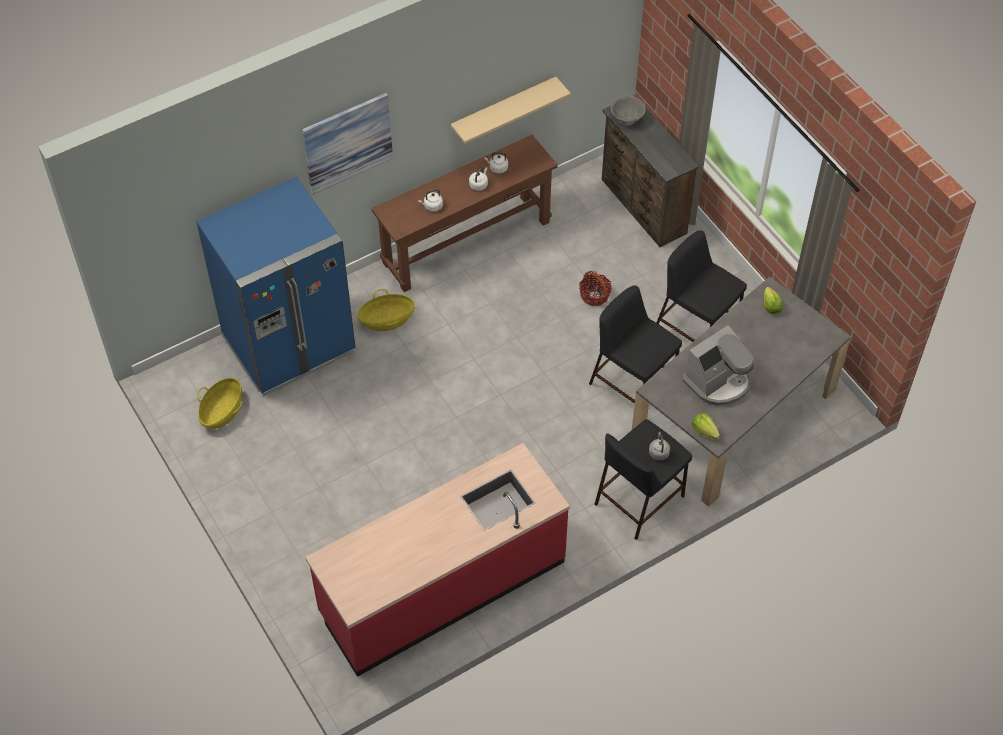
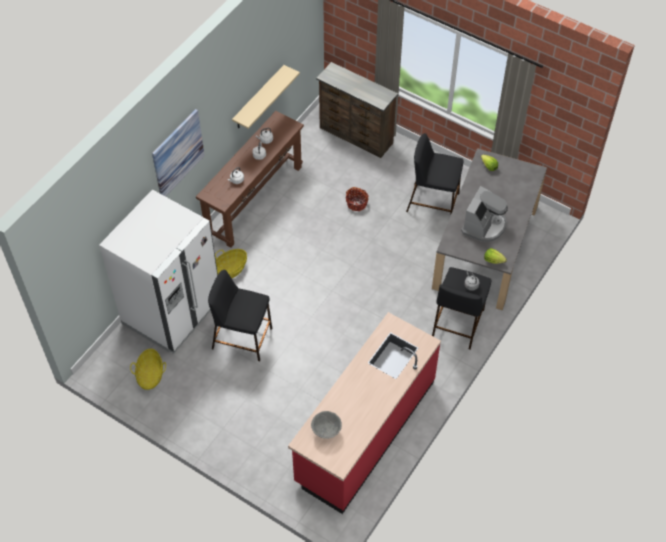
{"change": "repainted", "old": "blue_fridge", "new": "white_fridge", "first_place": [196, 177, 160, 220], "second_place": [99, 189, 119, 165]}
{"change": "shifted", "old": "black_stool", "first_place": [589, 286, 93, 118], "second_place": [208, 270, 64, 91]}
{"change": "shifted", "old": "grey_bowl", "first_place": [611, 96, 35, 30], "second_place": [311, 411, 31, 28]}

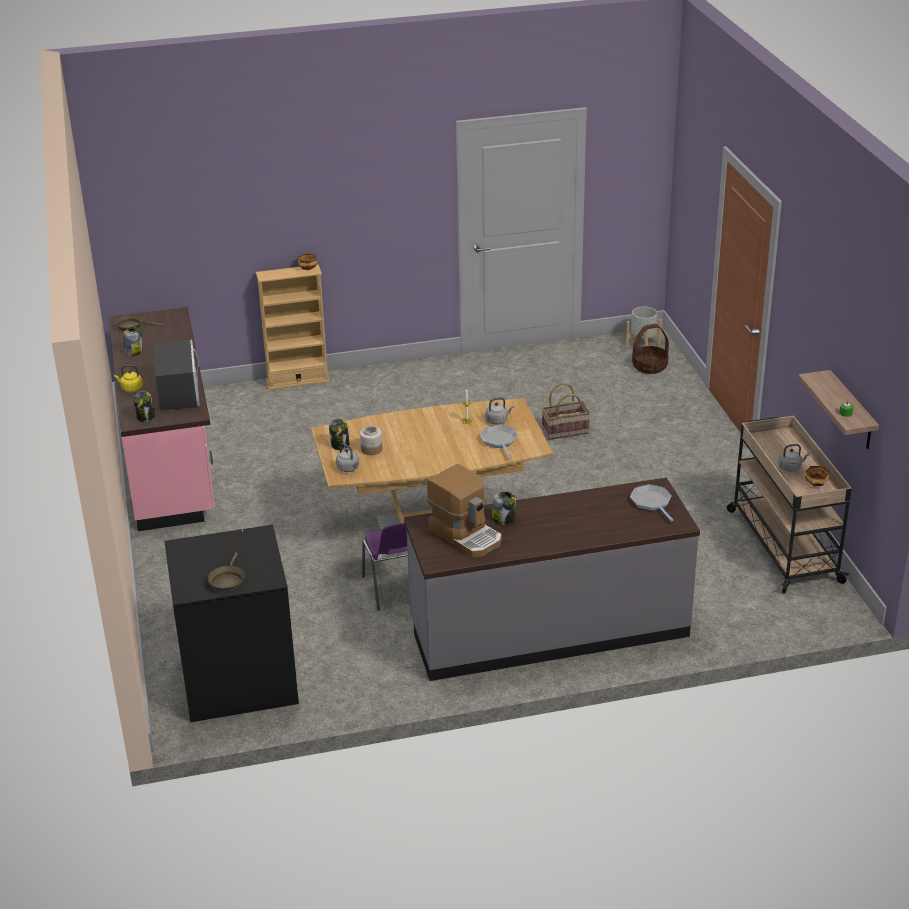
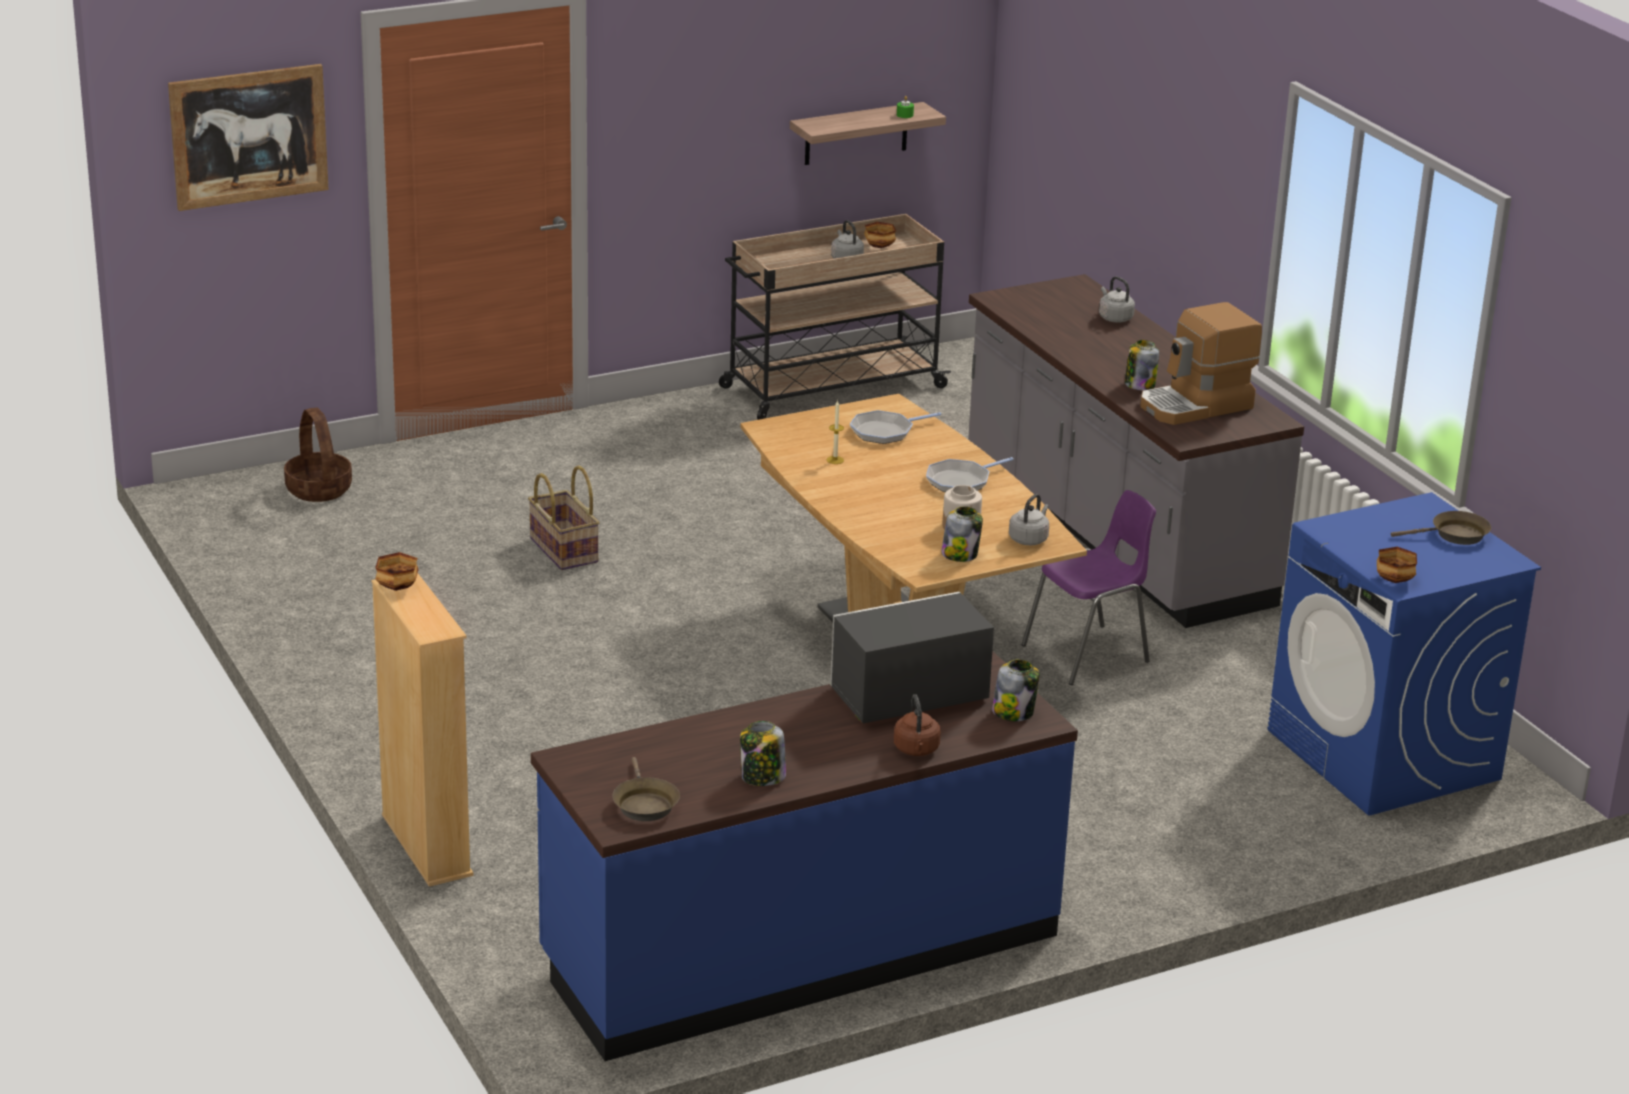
{"change": "repainted", "old": "pink_counter", "new": "blue_counter", "first_place": [109, 307, 106, 224], "second_place": [531, 651, 547, 410]}
{"change": "repainted", "old": "yellow_kettle", "new": "brown_kettle", "first_place": [114, 365, 29, 27], "second_place": [894, 694, 47, 62]}
{"change": "repainted", "old": "black_washing_machine", "new": "blue_washing_machine", "first_place": [164, 525, 135, 197], "second_place": [1268, 492, 273, 324]}
{"change": "rotated", "old": "coffee_machine", "first_place": [427, 464, 75, 93], "second_place": [1140, 302, 122, 123], "degrees": -150}
{"change": "shifted", "old": "grey_kettle", "first_place": [486, 397, 28, 28], "second_place": [1099, 276, 36, 47]}
{"change": "gone", "old": "grey_planter", "first_place": [626, 307, 36, 39]}
{"change": "shifted", "old": "frying_pan", "first_place": [630, 484, 44, 37], "second_place": [926, 457, 88, 35]}
{"change": "new", "new": "picture", "second_place": [168, 64, 161, 147]}
{"change": "new", "new": "bowl", "second_place": [1377, 547, 40, 36]}

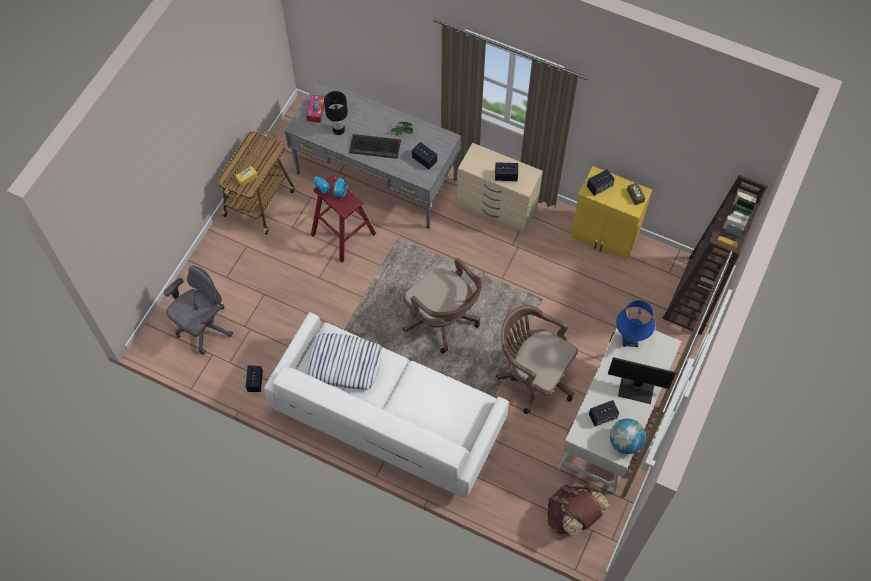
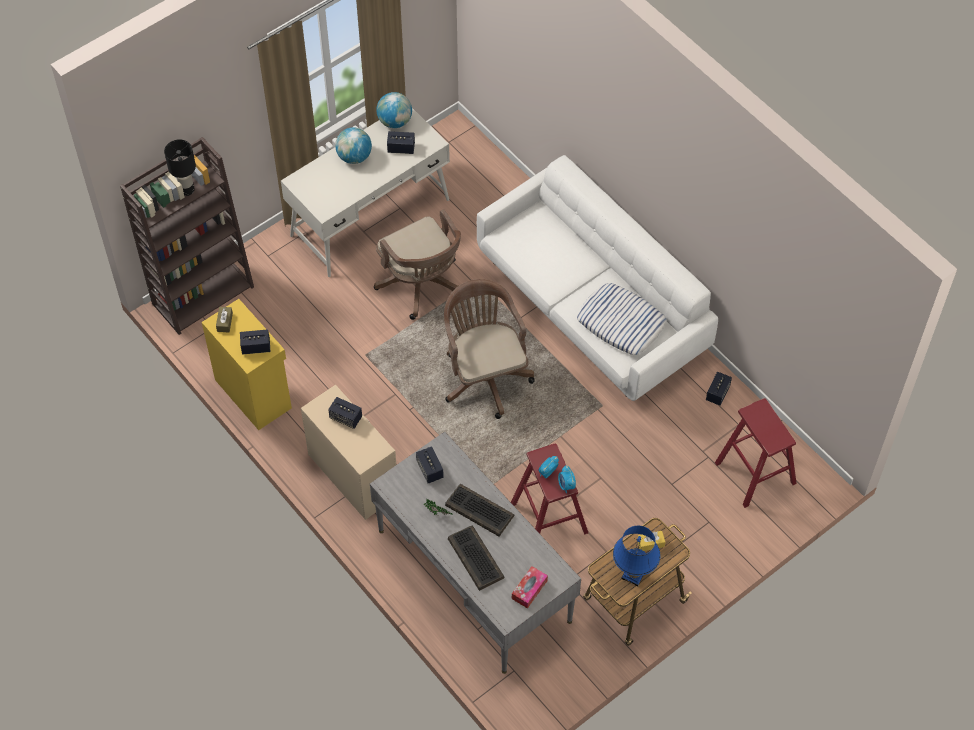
{"change": "swapped", "old": "grey_office_chair", "new": "red_stool", "first_place": [164, 266, 69, 88], "second_place": [715, 398, 82, 110]}
{"change": "shifted", "old": "black_table_lamp", "first_place": [324, 91, 24, 44], "second_place": [164, 139, 32, 57]}
{"change": "gone", "old": "brown_backpack", "first_place": [547, 485, 62, 51]}
{"change": "swapped", "old": "monitor", "new": "globe", "first_place": [608, 357, 68, 47], "second_place": [335, 127, 37, 37]}
{"change": "shifted", "old": "blue_table_lamp", "first_place": [616, 300, 39, 47], "second_place": [613, 526, 47, 61]}
{"change": "new", "new": "keyboard", "second_place": [448, 526, 57, 65]}

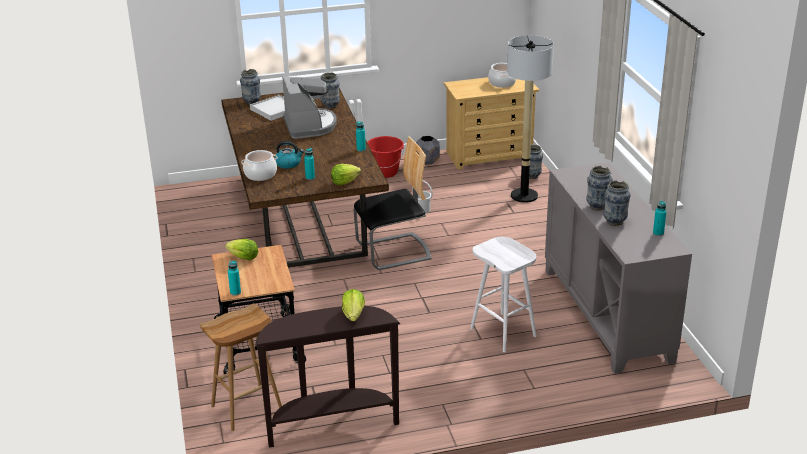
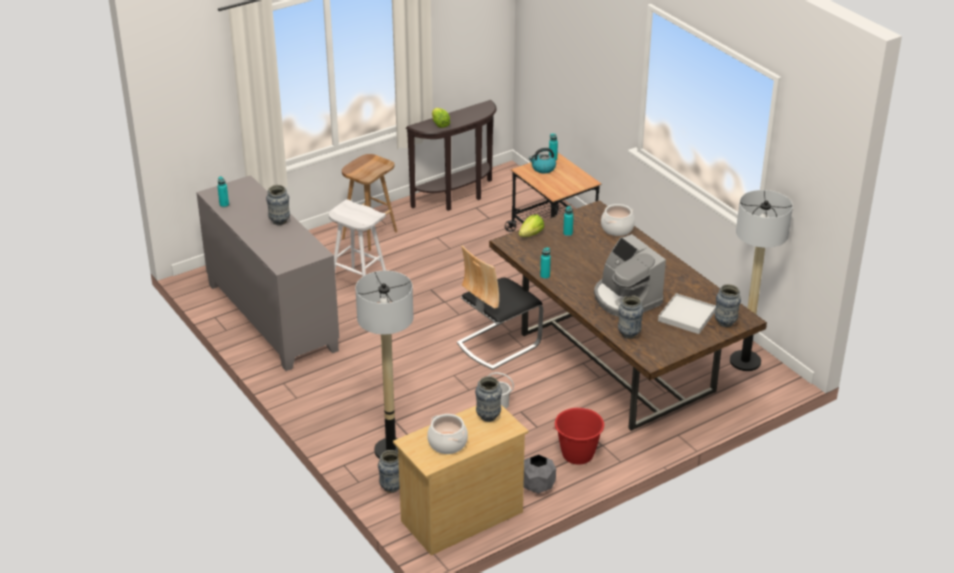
{"change": "shifted", "old": "brown_stool", "first_place": [200, 304, 82, 127], "second_place": [342, 154, 55, 97]}
{"change": "gone", "old": "lettuce", "first_place": [225, 239, 34, 21]}
{"change": "shifted", "old": "kettle", "first_place": [275, 141, 29, 28], "second_place": [529, 148, 27, 25]}
{"change": "shifted", "old": "vase", "first_place": [603, 180, 27, 46], "second_place": [475, 376, 27, 46]}
{"change": "new", "new": "floor_lamp", "second_place": [730, 190, 63, 181]}

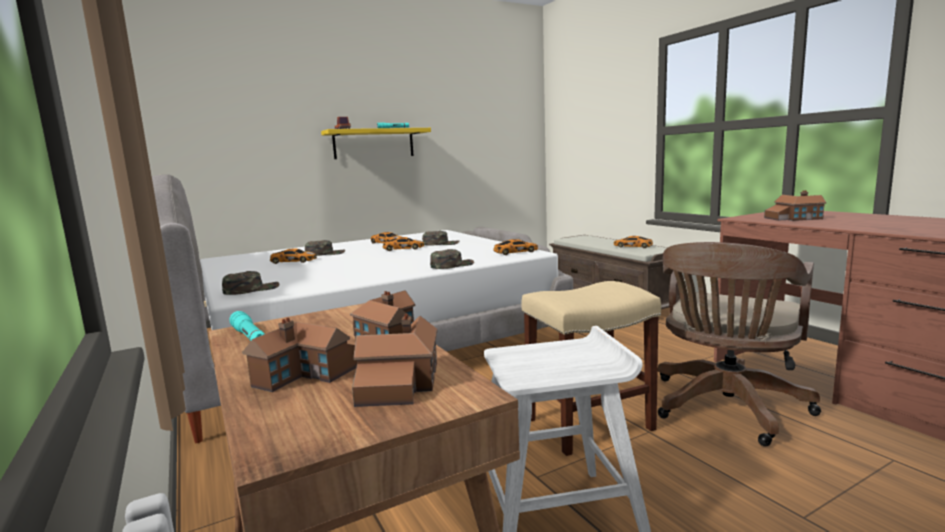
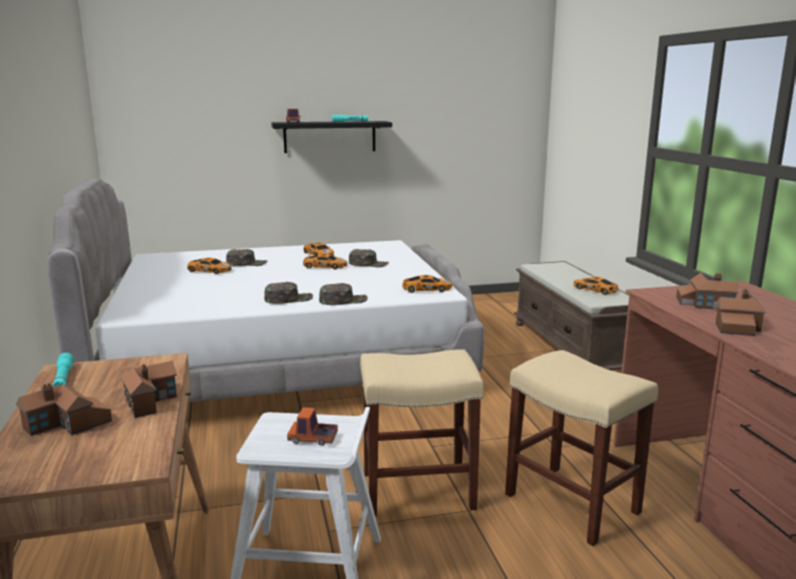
{"change": "shifted", "old": "green_cap", "first_place": [222, 271, 57, 24], "second_place": [264, 282, 49, 22]}
{"change": "repainted", "old": "yellow_shelf", "new": "black_shelf", "first_place": [321, 128, 110, 31], "second_place": [271, 121, 121, 32]}
{"change": "shifted", "old": "toy_house", "first_place": [352, 314, 85, 93], "second_place": [715, 289, 51, 47]}
{"change": "swapped", "old": "brown_office_chair", "new": "beige_stool", "first_place": [658, 242, 163, 204], "second_place": [505, 350, 153, 196]}
{"change": "new", "new": "toy_truck", "second_place": [287, 407, 51, 39]}

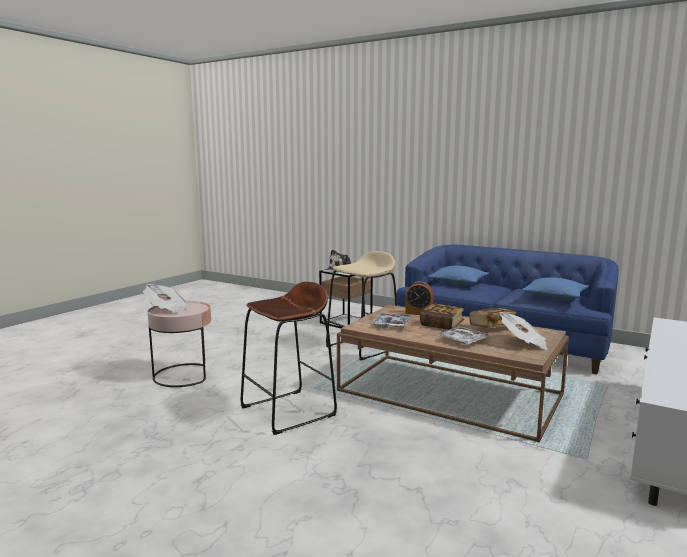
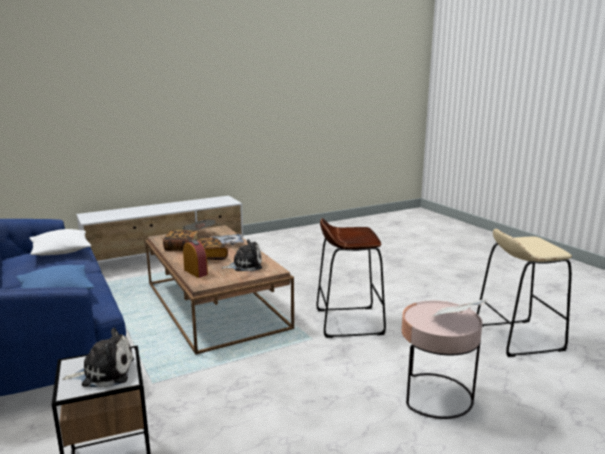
{"change": "shifted", "old": "beige_stool", "first_place": [326, 251, 71, 109], "second_place": [477, 229, 95, 128]}
{"change": "swapped", "old": "tray", "new": "plush_toy", "first_place": [371, 313, 42, 15], "second_place": [222, 239, 40, 32]}
{"change": "repainted", "old": "blue_pillow", "new": "white_pillow", "first_place": [522, 277, 67, 24], "second_place": [29, 229, 62, 26]}

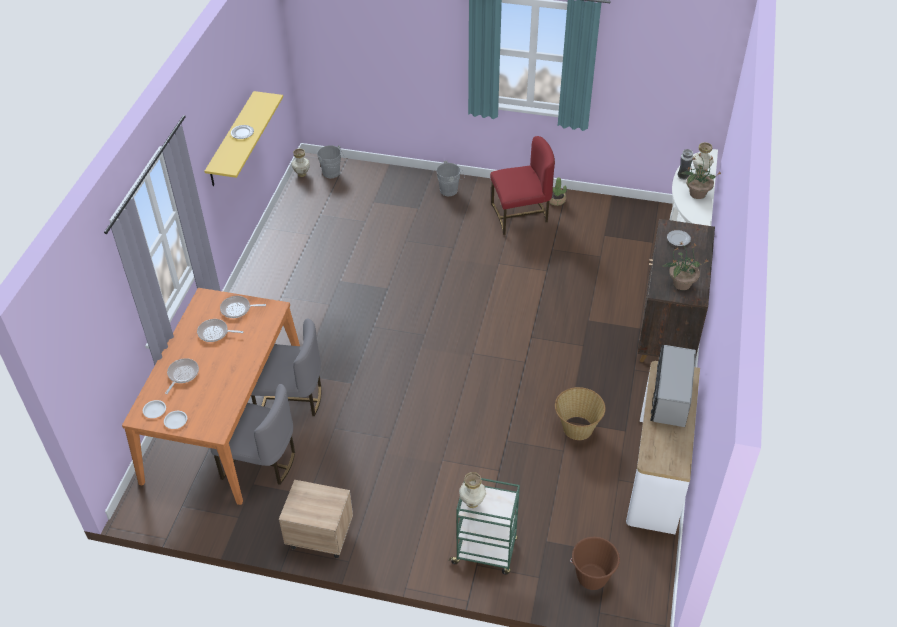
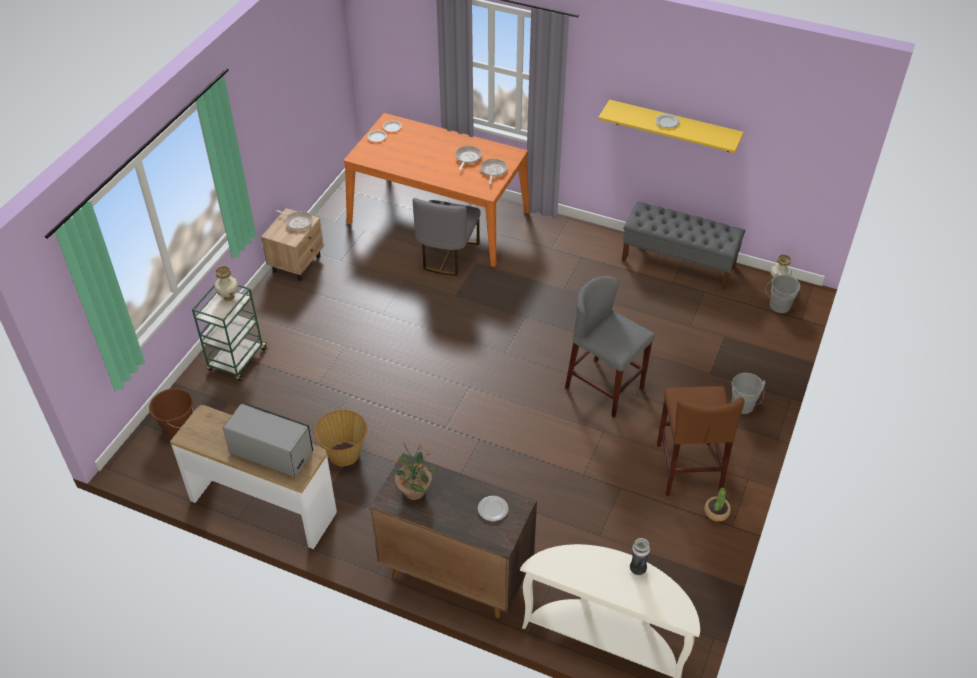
{"change": "shifted", "old": "frying_pan", "first_place": [165, 358, 34, 36], "second_place": [276, 210, 37, 20]}
{"change": "gone", "old": "grey_chair", "first_place": [210, 384, 85, 101]}
{"change": "swapped", "old": "red_chair", "new": "brown_stool", "first_place": [490, 136, 65, 99], "second_place": [657, 386, 87, 110]}
{"change": "gone", "old": "potted_plant", "first_place": [680, 152, 41, 47]}
{"change": "gone", "old": "vase", "first_place": [693, 142, 20, 32]}
{"change": "new", "new": "grey_stool", "second_place": [565, 276, 90, 141]}
{"change": "new", "new": "grey_bench", "second_place": [622, 201, 123, 89]}

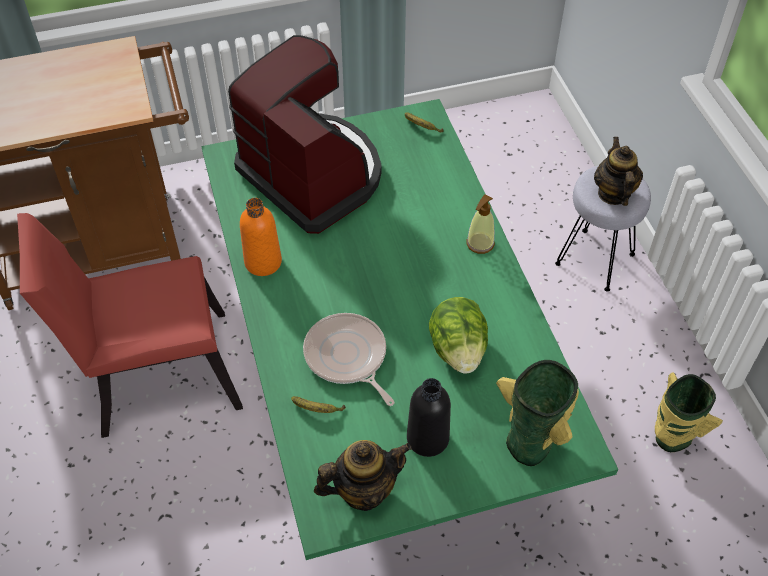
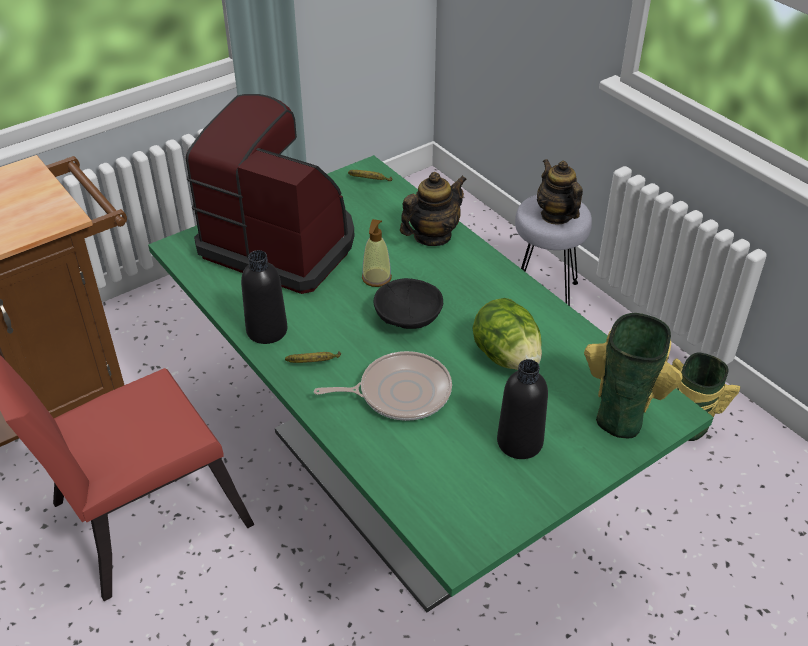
{"change": "repainted", "old": "orange_bottle", "new": "black_bottle", "first_place": [240, 198, 42, 78], "second_place": [241, 250, 46, 94]}
{"change": "shifted", "old": "banana", "first_place": [291, 396, 55, 17], "second_place": [285, 352, 56, 11]}
{"change": "rotated", "old": "frying_pan", "first_place": [303, 313, 91, 93], "second_place": [314, 351, 138, 70], "degrees": 135}
{"change": "shifted", "old": "teapot", "first_place": [314, 440, 98, 71], "second_place": [400, 172, 67, 74]}
{"change": "shifted", "old": "soap_dispenser", "first_place": [466, 195, 29, 59], "second_place": [362, 219, 30, 68]}
{"change": "new", "new": "black_bowl", "second_place": [374, 278, 69, 51]}

